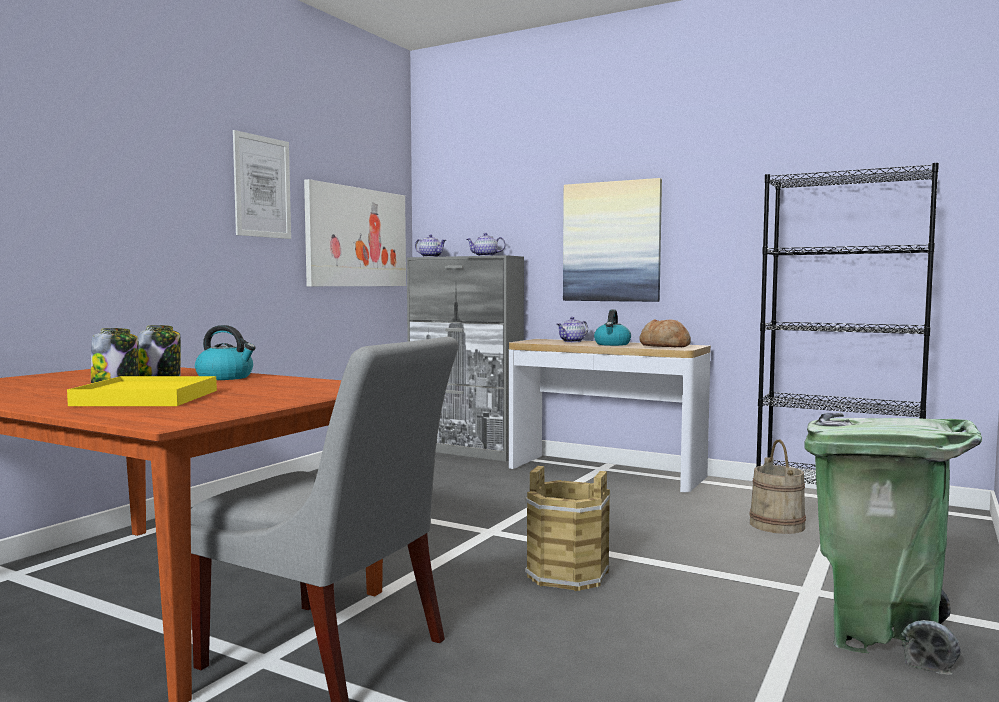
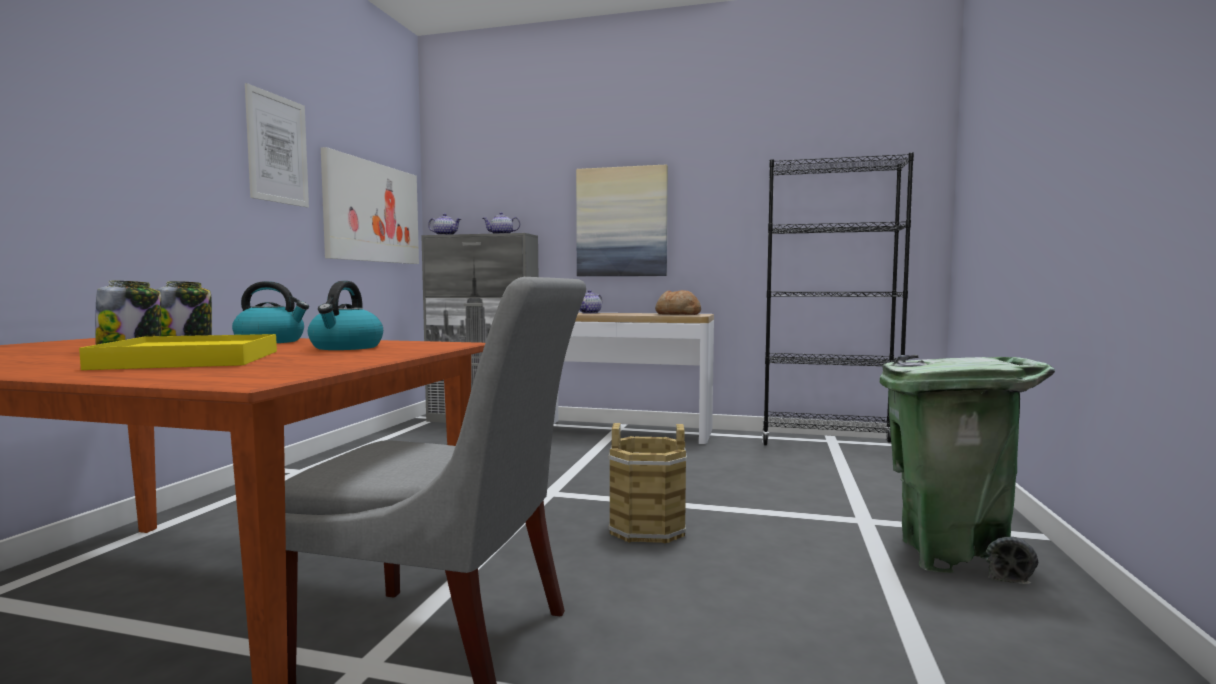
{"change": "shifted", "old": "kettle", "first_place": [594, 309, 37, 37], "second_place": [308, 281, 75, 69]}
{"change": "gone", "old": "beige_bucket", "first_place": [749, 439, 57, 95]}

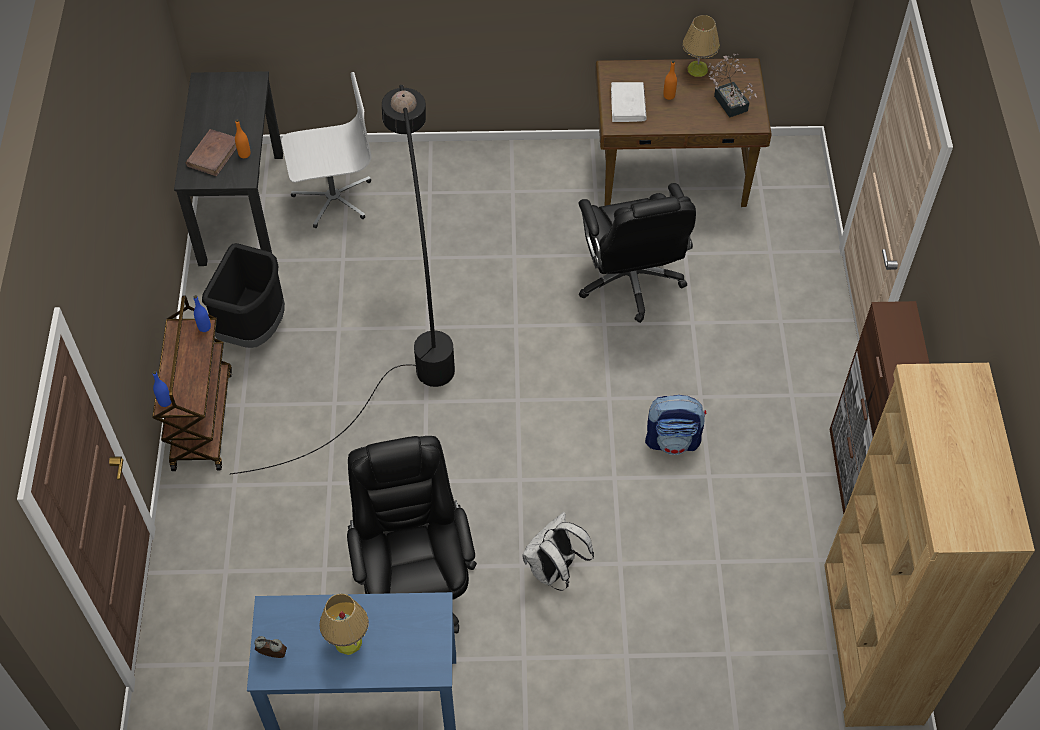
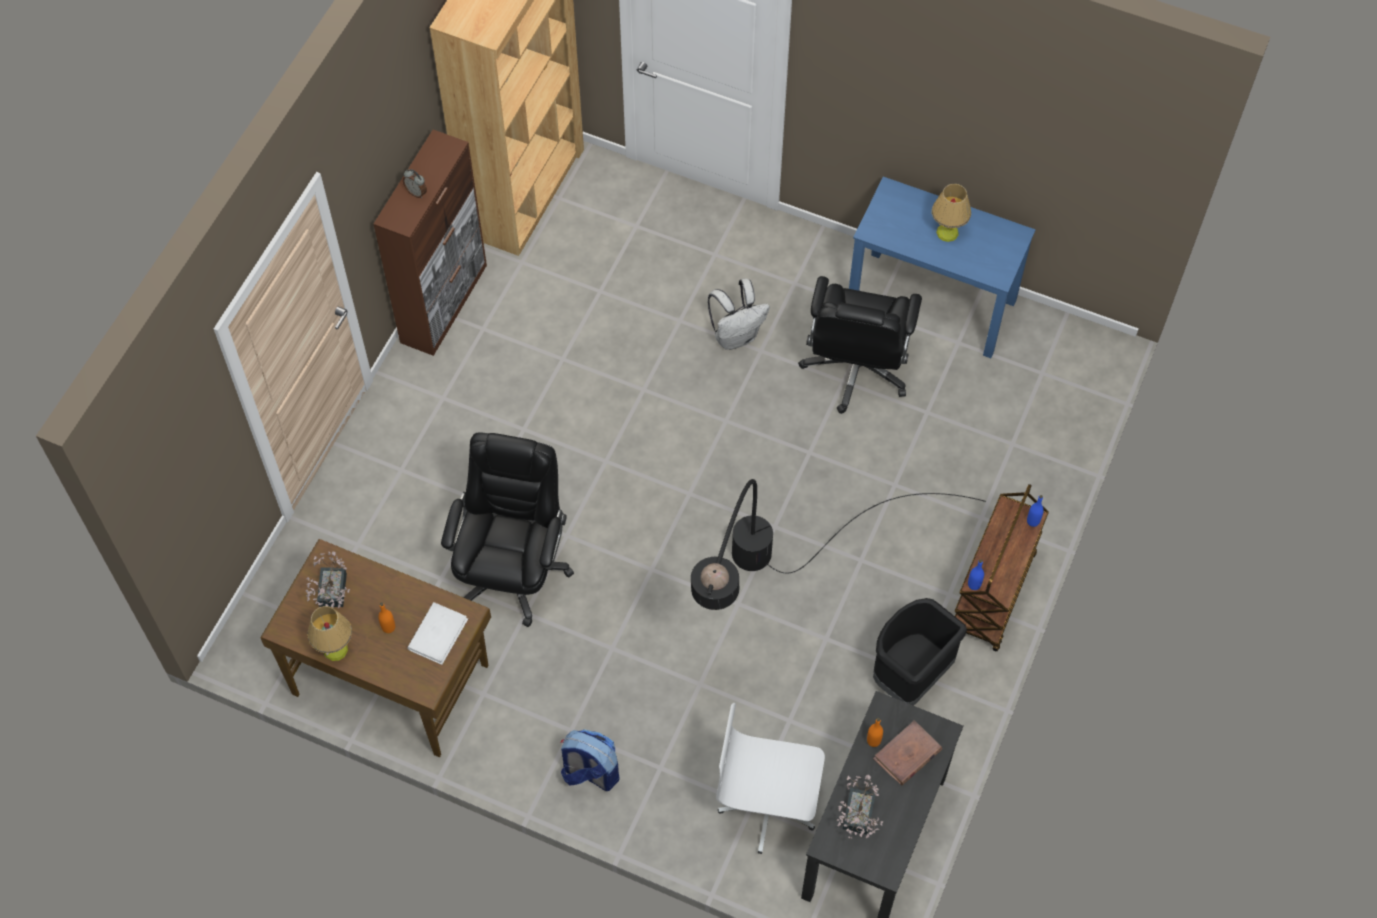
{"change": "shifted", "old": "alarm_clock", "first_place": [255, 636, 32, 22], "second_place": [403, 169, 24, 29]}
{"change": "shifted", "old": "backpack", "first_place": [645, 395, 62, 60], "second_place": [561, 729, 59, 62]}
{"change": "new", "new": "potted_plant", "second_place": [837, 775, 46, 64]}

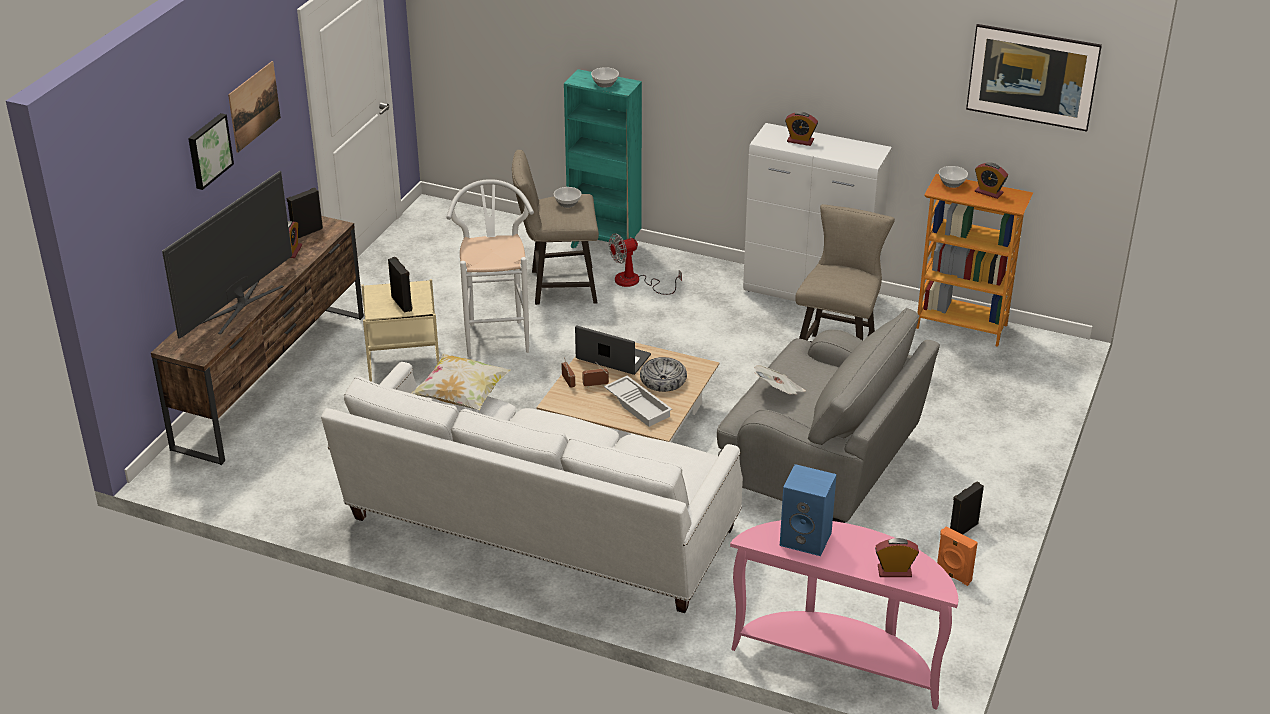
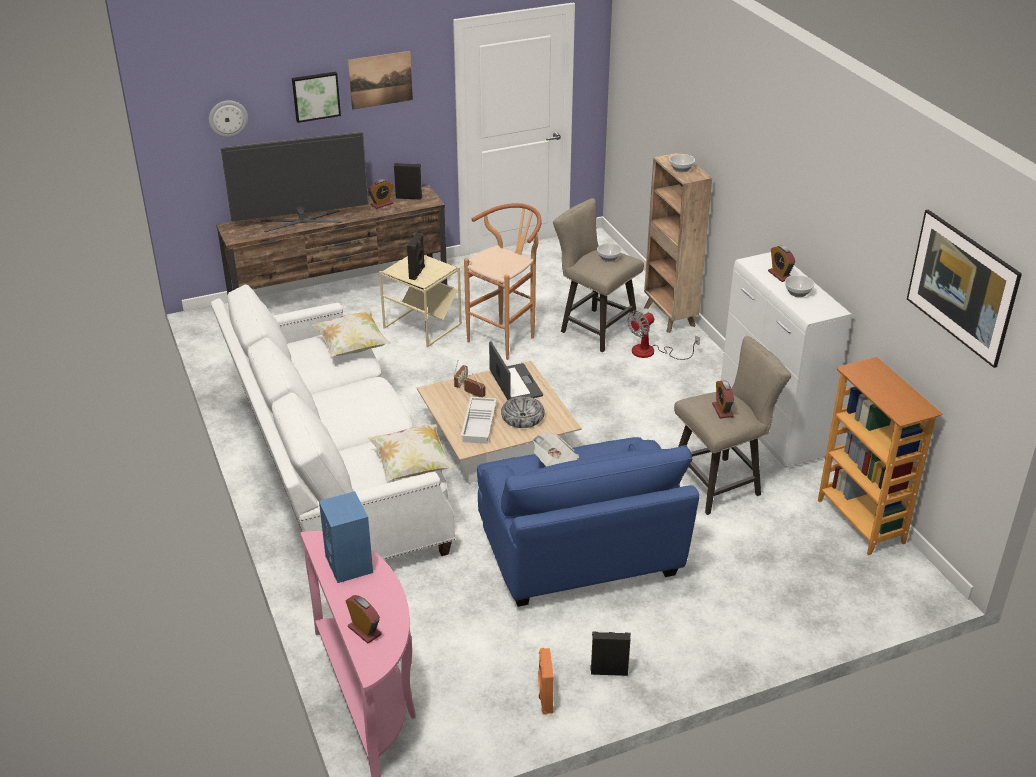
{"change": "repainted", "old": "white_stool", "new": "brown_stool", "first_place": [446, 179, 88, 178], "second_place": [464, 203, 78, 157]}
{"change": "repainted", "old": "turquoise_bookcase", "new": "brown_bookcase", "first_place": [564, 69, 78, 190], "second_place": [644, 152, 68, 181]}
{"change": "rotated", "old": "fan", "first_place": [609, 233, 73, 62], "second_place": [627, 311, 73, 49], "degrees": -60}
{"change": "repainted", "old": "grey_armchair", "new": "blue_armchair", "first_place": [717, 308, 223, 215], "second_place": [477, 437, 222, 170]}
{"change": "shifted", "old": "bowl", "first_place": [939, 166, 29, 22], "second_place": [785, 275, 30, 22]}
{"change": "shifted", "old": "alarm_clock", "first_place": [975, 162, 33, 37], "second_place": [712, 380, 22, 39]}
{"change": "new", "new": "wall_clock", "second_place": [209, 100, 39, 37]}
{"change": "new", "new": "pillow", "second_place": [368, 424, 87, 57]}

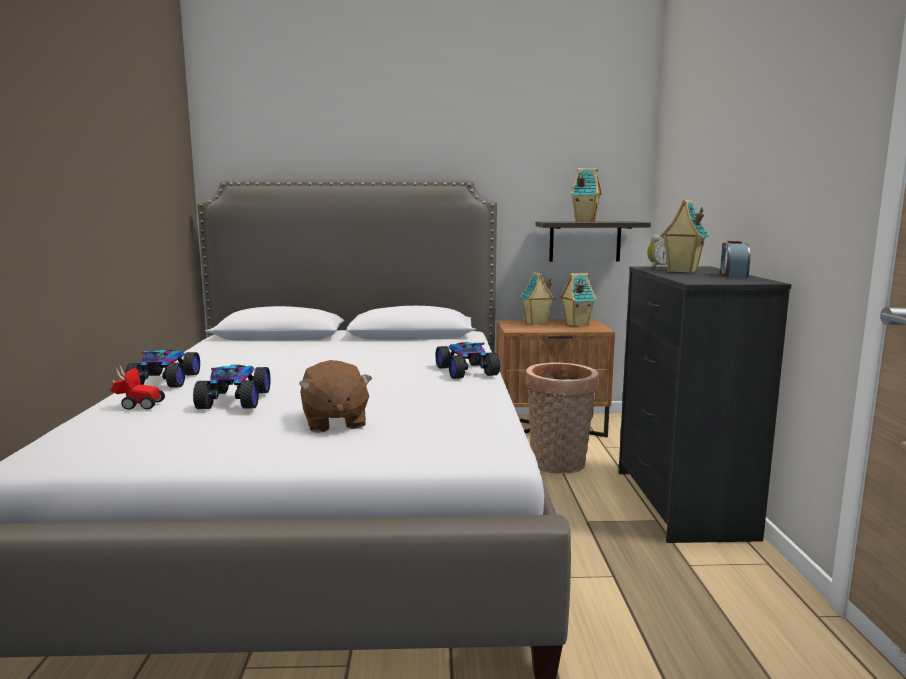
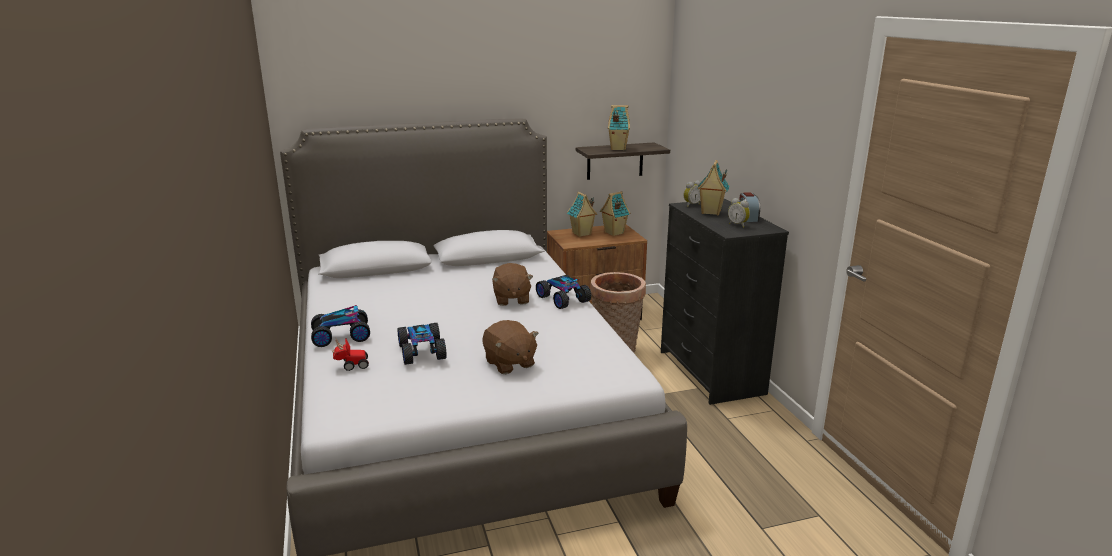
{"change": "rotated", "old": "toy_car", "first_place": [125, 350, 75, 37], "second_place": [311, 305, 59, 42], "degrees": -90}
{"change": "new", "new": "brown_plush_toy", "second_place": [492, 263, 41, 43]}
{"change": "new", "new": "alarm_clock", "second_place": [728, 198, 22, 30]}

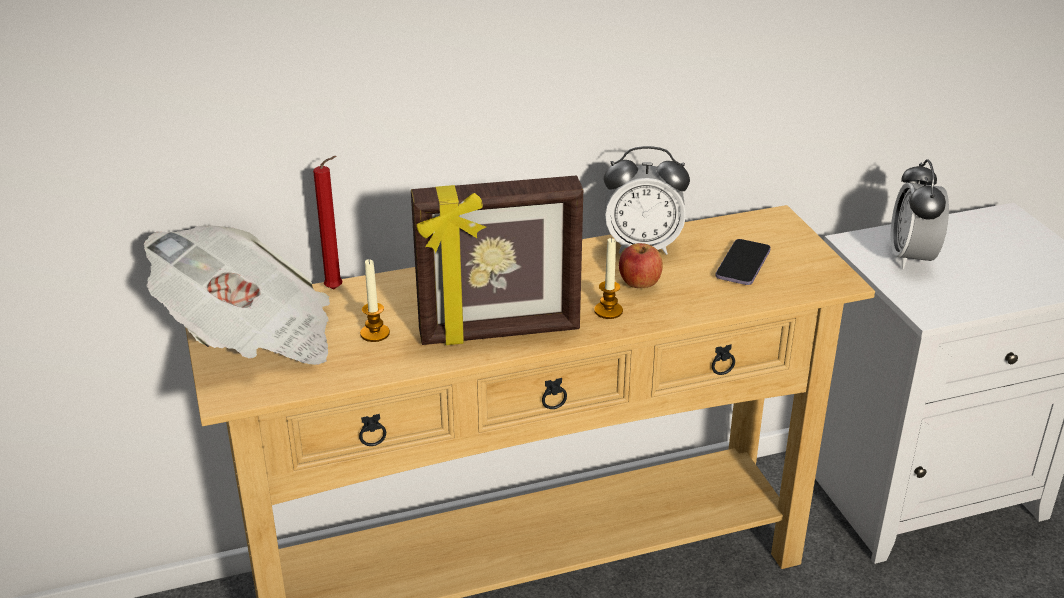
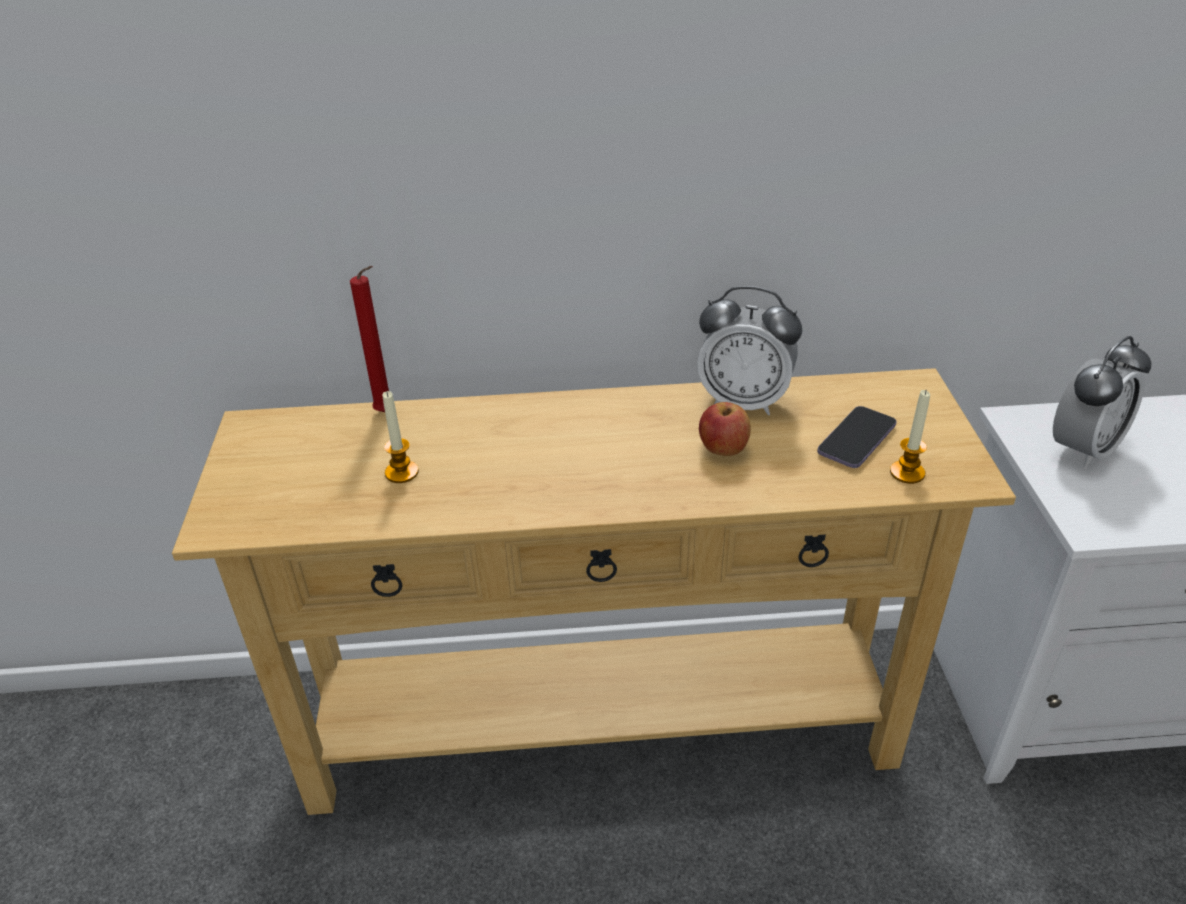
{"change": "gone", "old": "newspaper", "first_place": [144, 225, 186, 140]}
{"change": "gone", "old": "picture_frame", "first_place": [411, 176, 172, 169]}
{"change": "shifted", "old": "candle", "first_place": [594, 238, 29, 81], "second_place": [890, 390, 40, 94]}
{"change": "rotated", "old": "alarm_clock", "first_place": [890, 159, 59, 110], "second_place": [1053, 336, 99, 132], "degrees": -150}

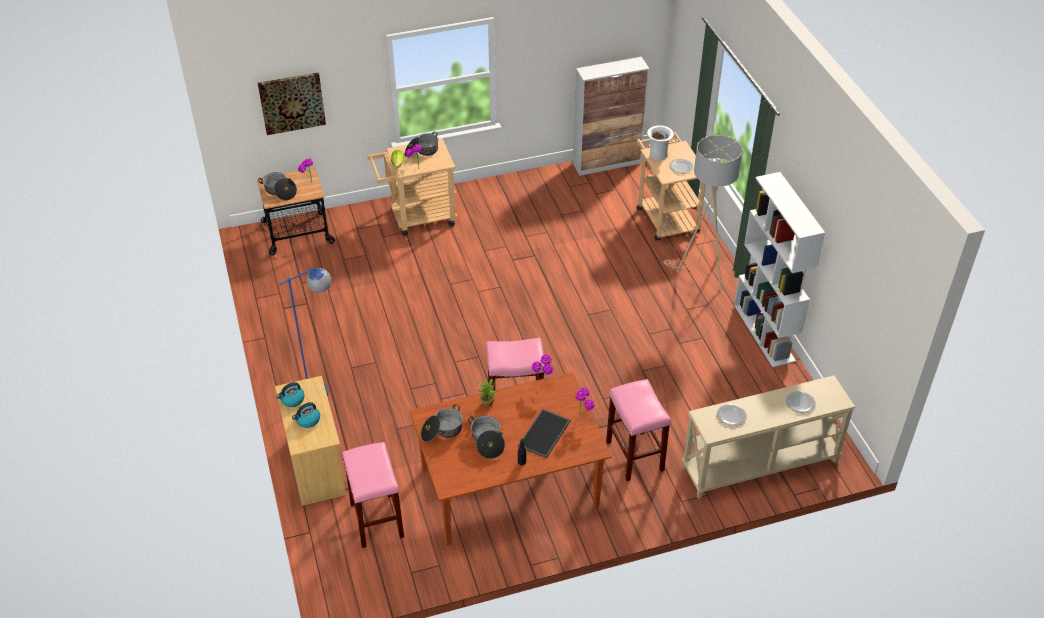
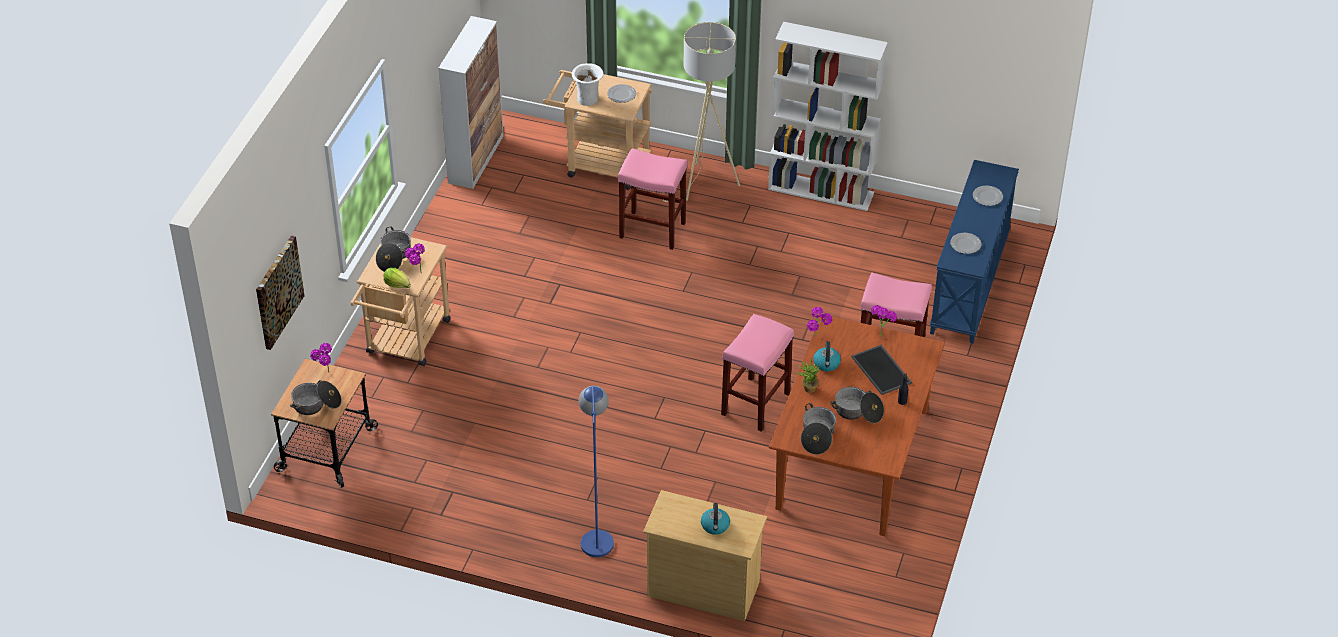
{"change": "shifted", "old": "kettle", "first_place": [276, 382, 29, 25], "second_place": [813, 342, 28, 29]}
{"change": "shifted", "old": "pink_stool", "first_place": [343, 442, 61, 106], "second_place": [618, 148, 70, 102]}
{"change": "repainted", "old": "beige_console_table", "new": "blue_console_table", "first_place": [682, 375, 173, 124], "second_place": [930, 160, 89, 184]}

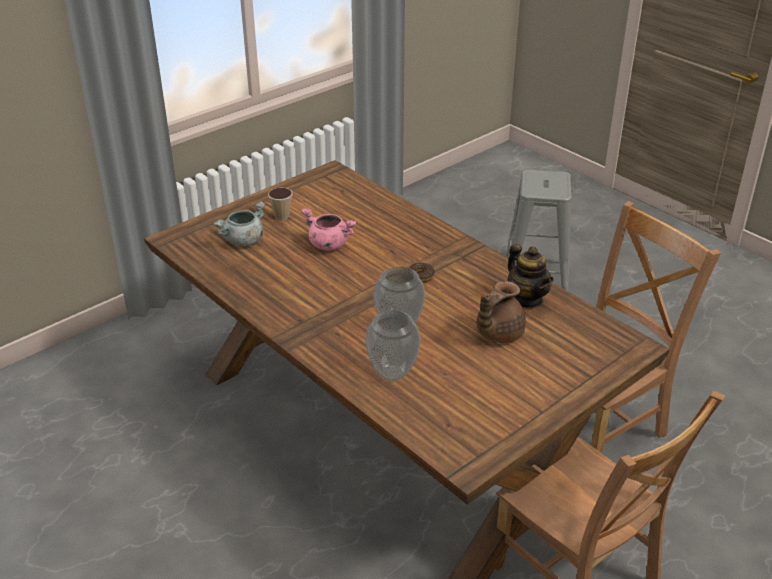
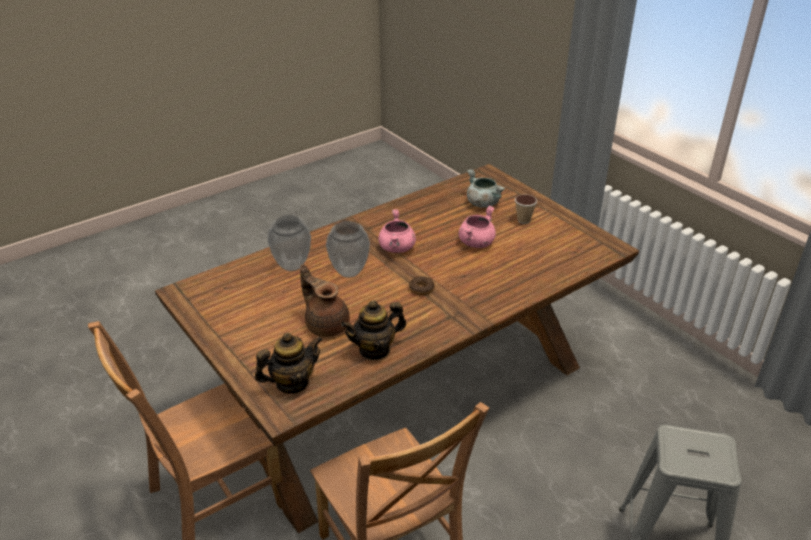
{"change": "new", "new": "teapot", "second_place": [255, 332, 68, 62]}
{"change": "new", "new": "pink_cooking_pot", "second_place": [378, 209, 38, 44]}

